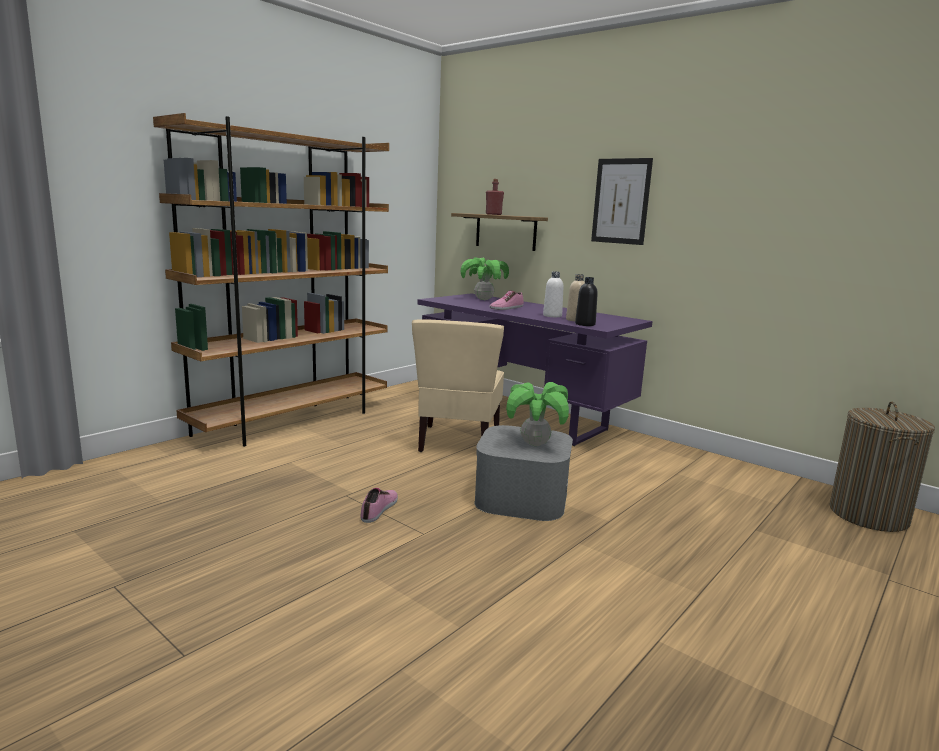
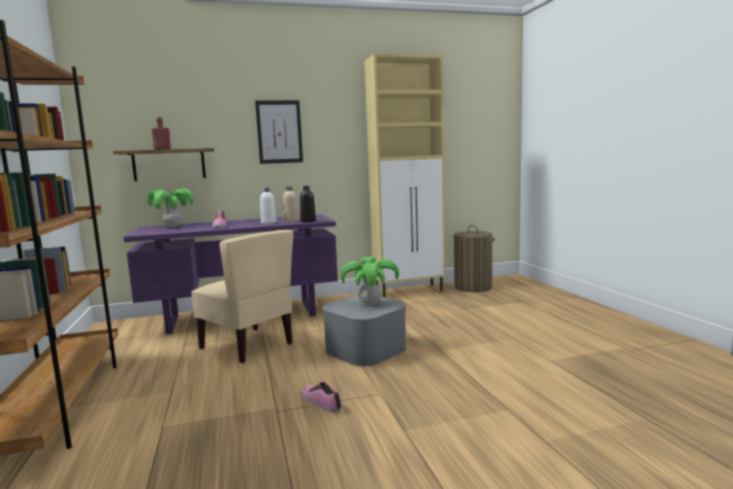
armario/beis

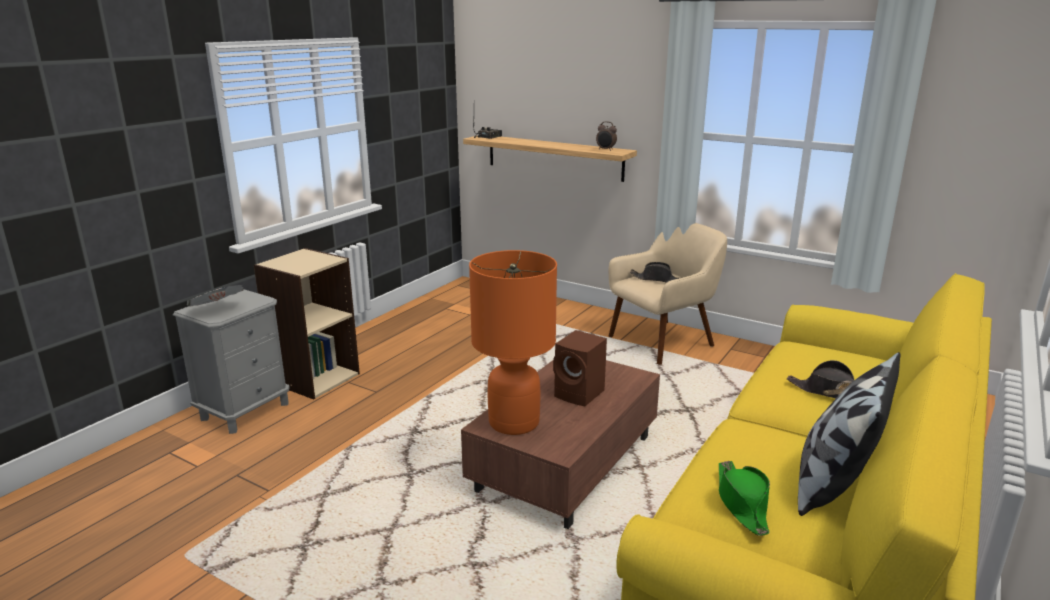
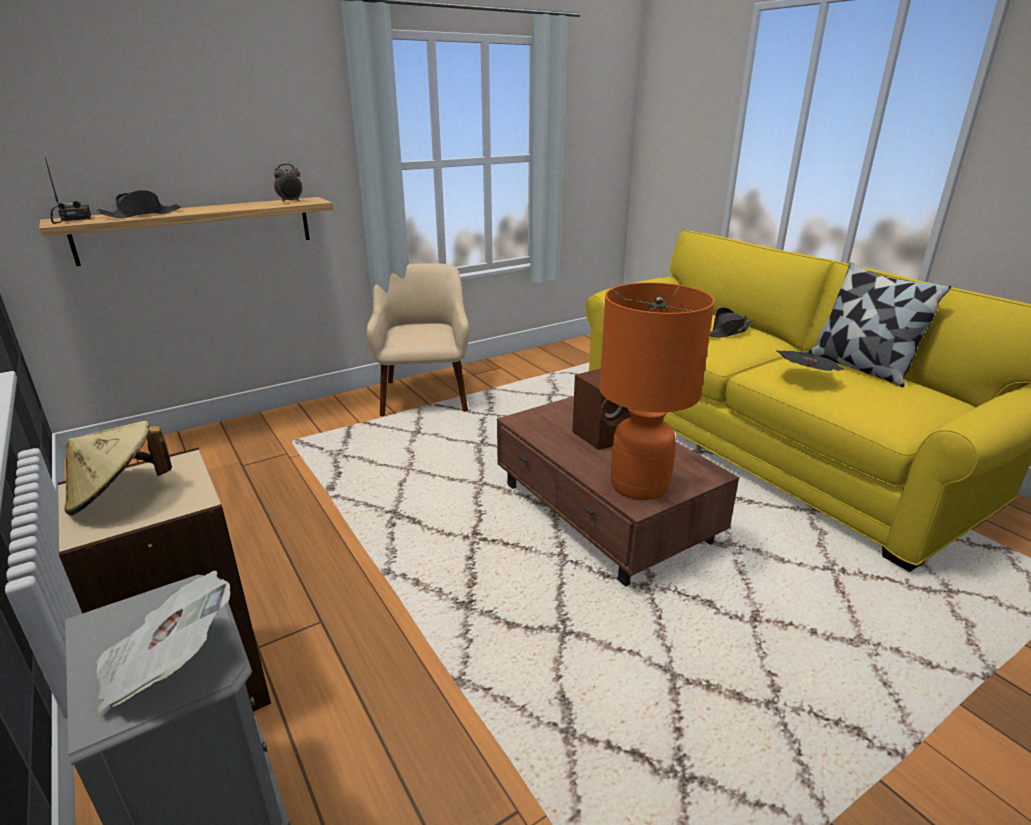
sombrero/beis
sombrero/negro (1st from left)
periódico (2nd from left)
sombrero/verde

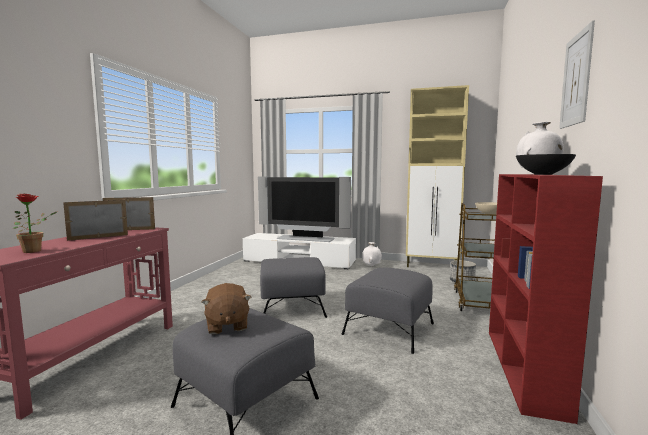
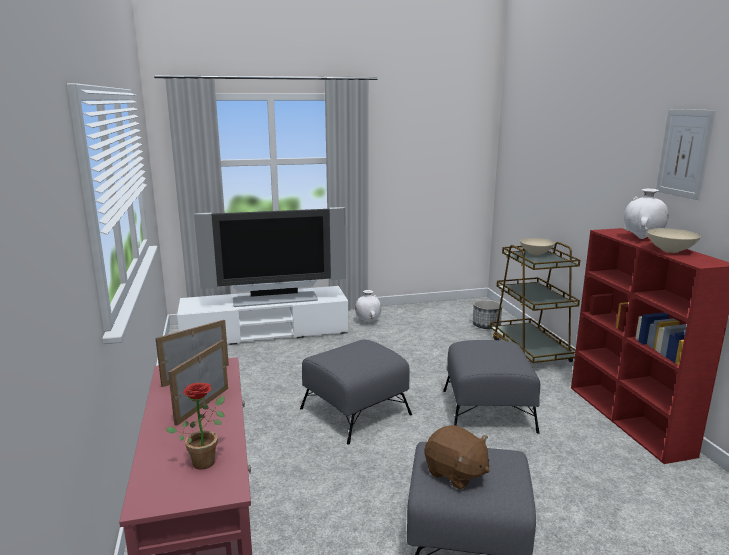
cuenco/beis (2nd from left)
armario/beis

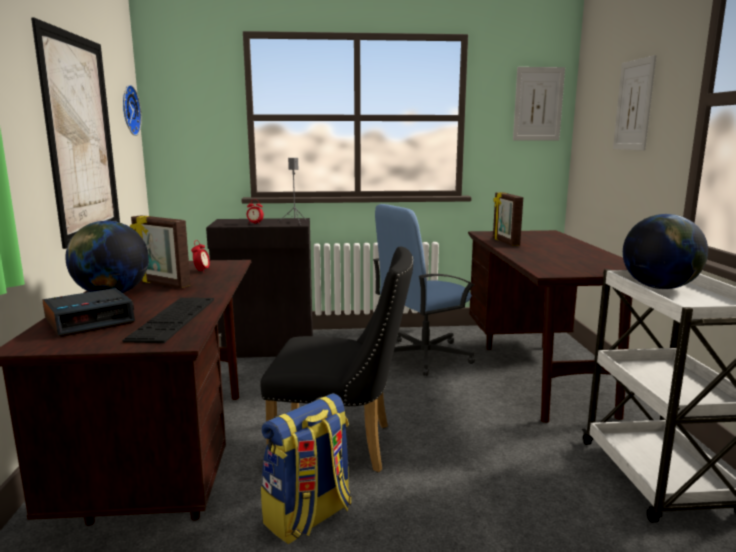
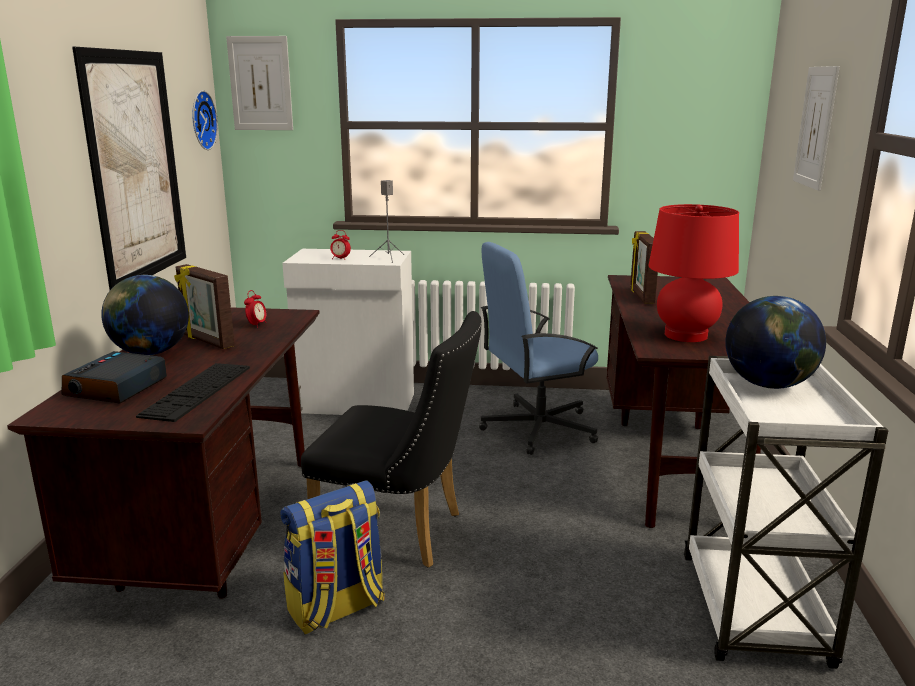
despertador (1st from left)
cuadro (2nd from left)
armario/blanco
lámpara de mesa/rojo

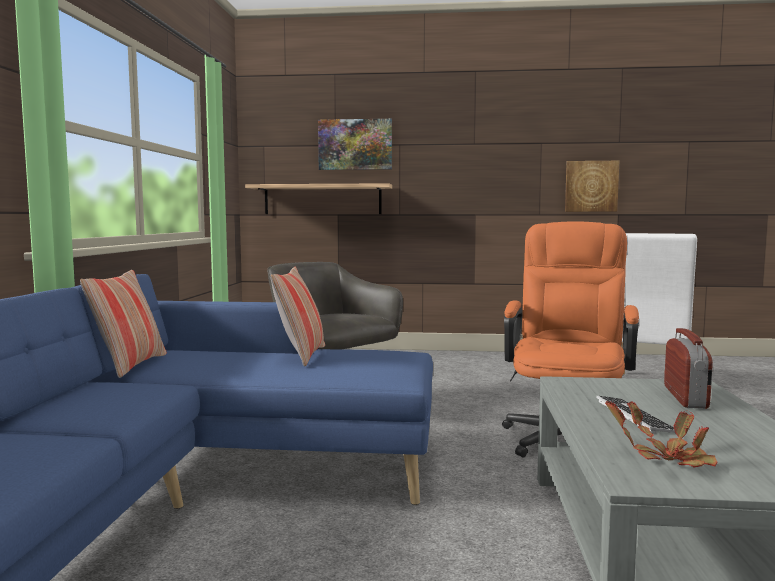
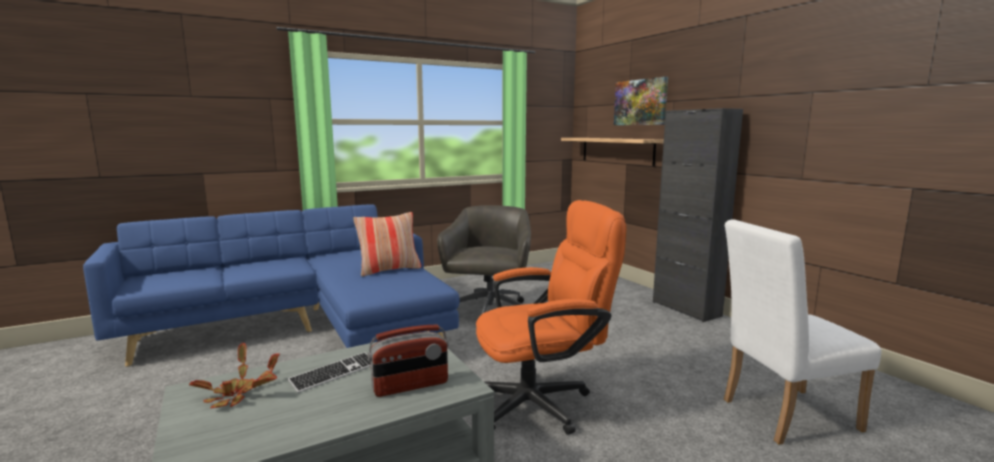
armario/negro
cojín (1st from left in the first image)
cuadro (2nd from left in the first image)

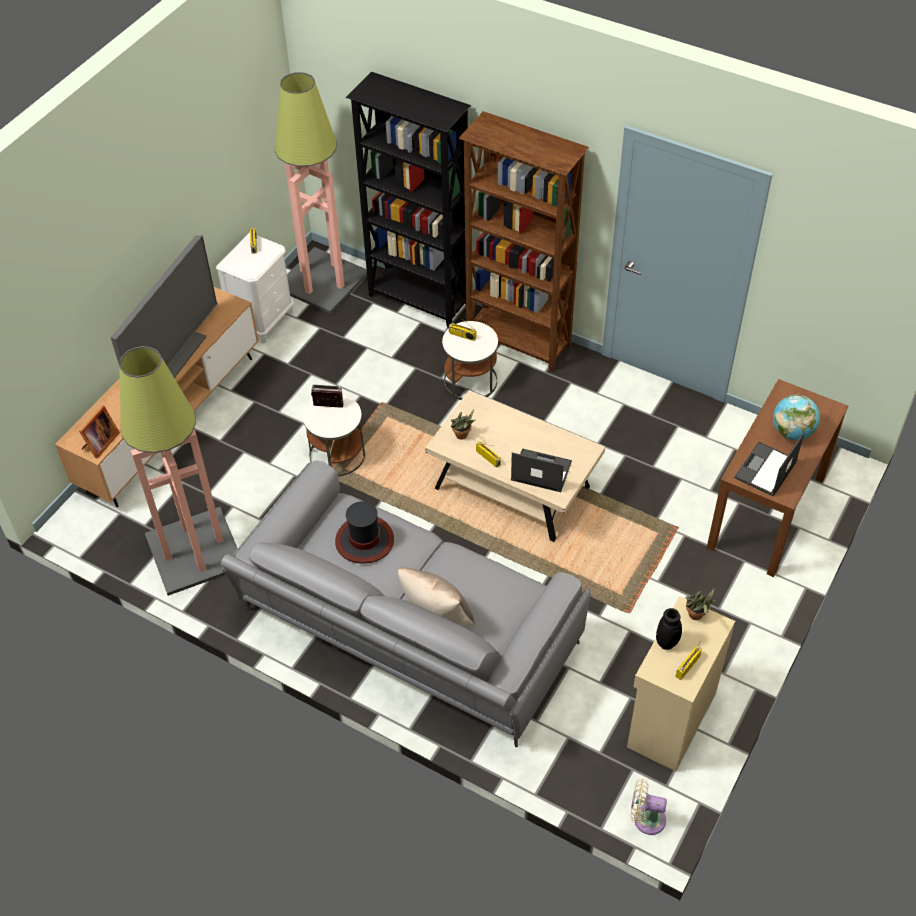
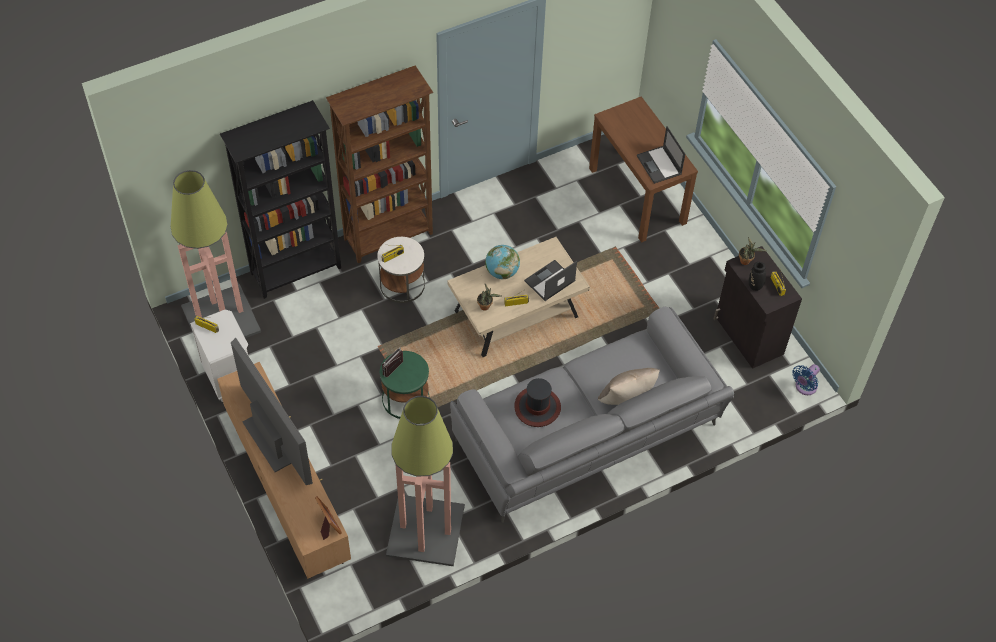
mesa auxiliar/verde
globo terráqueo
armario/negro
ventilador/azul

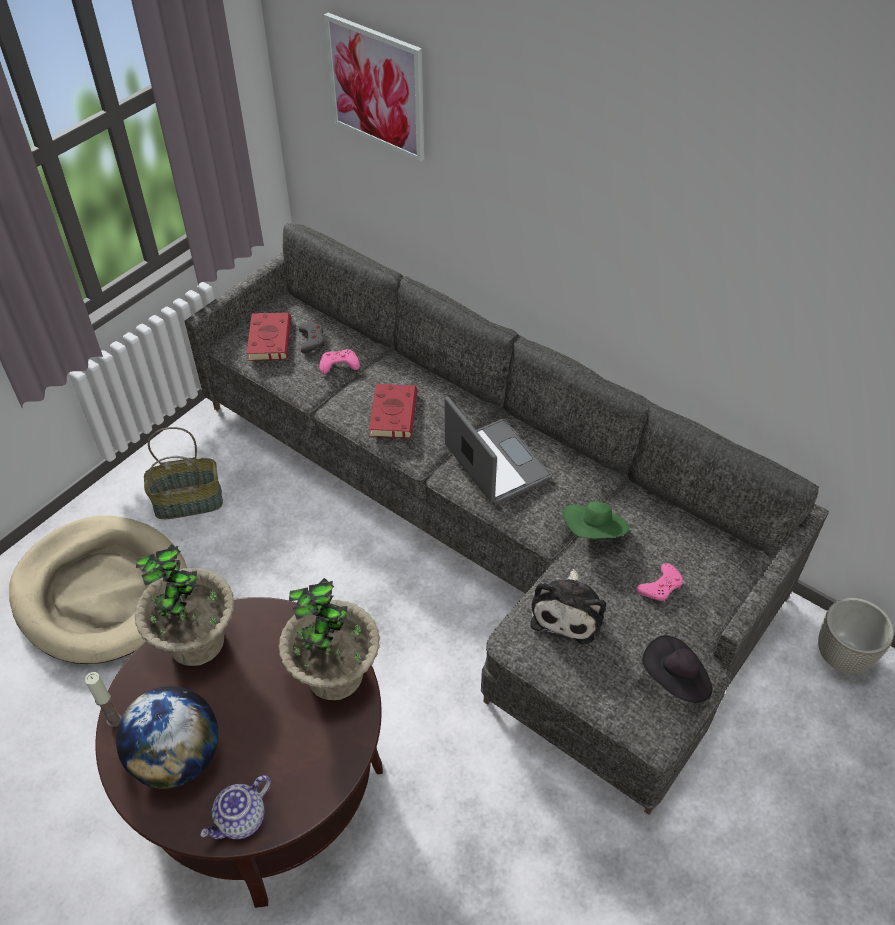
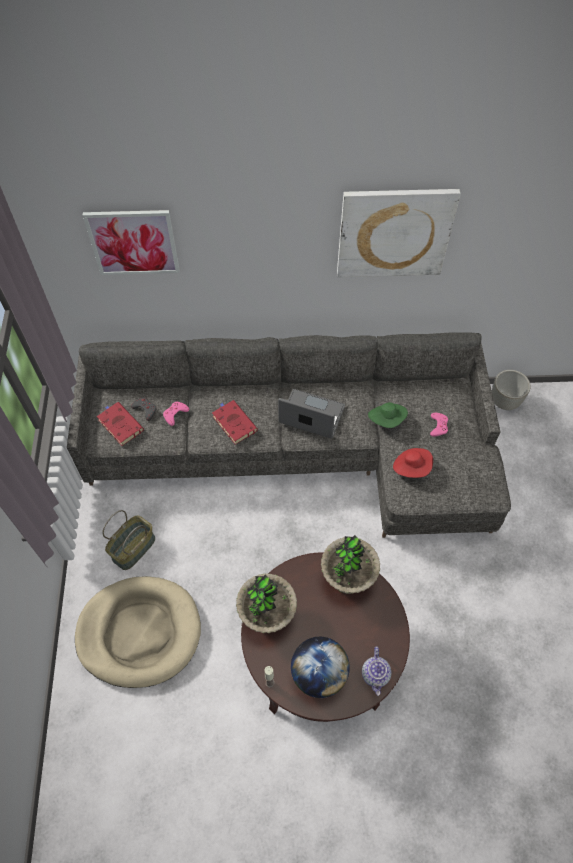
cuadro (2nd from left)
sombrero/rojo
sombrero/negro

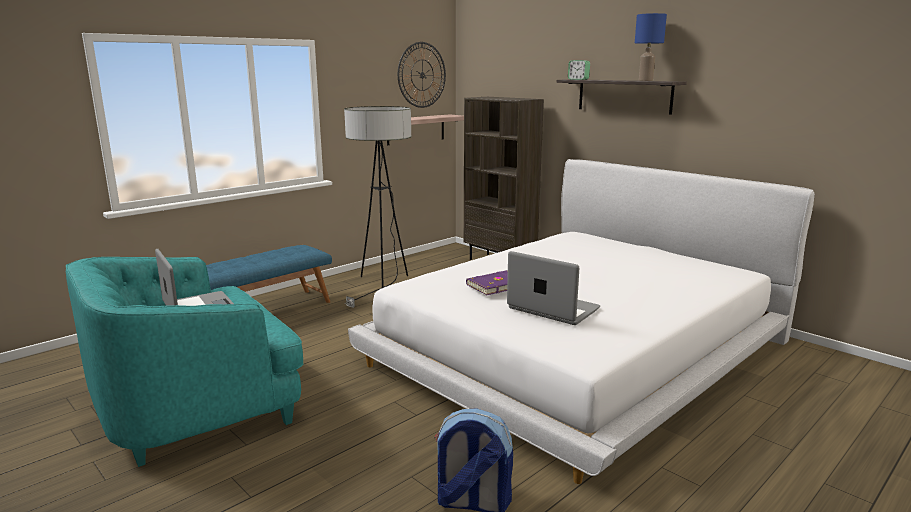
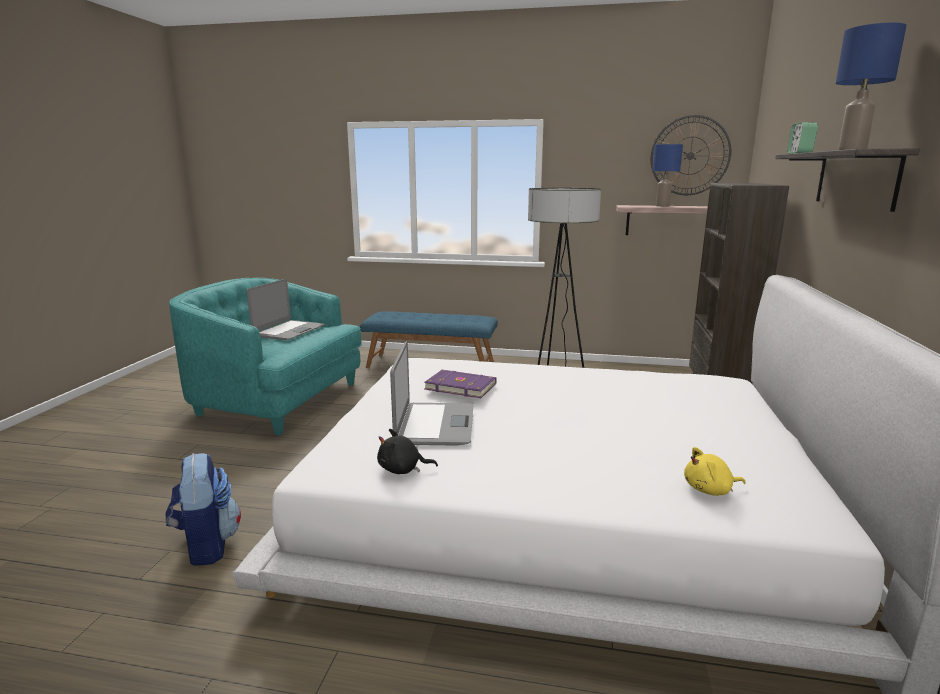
peluche/negro
lámpara de mesa/azul (1st from left)
peluche/amarillo

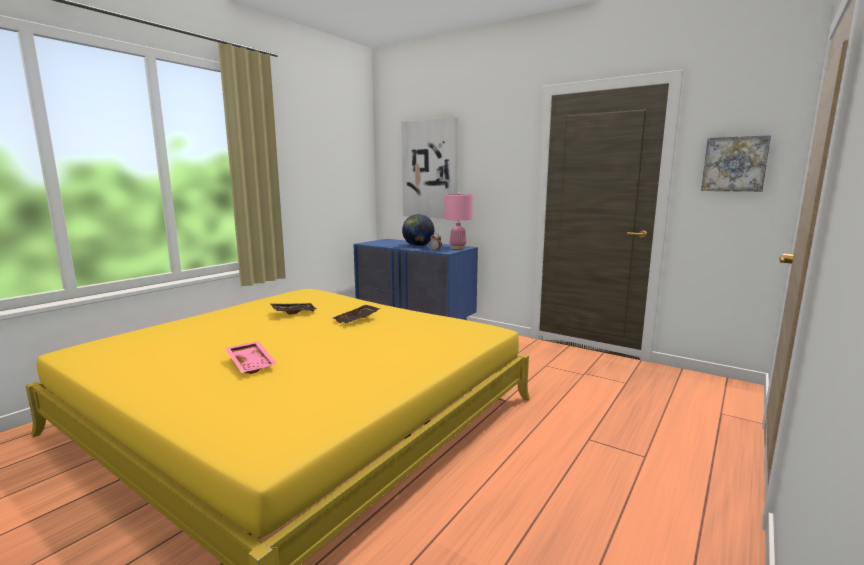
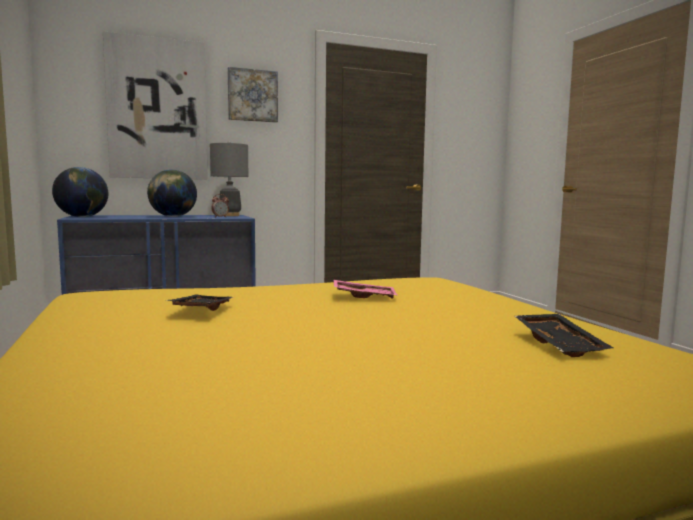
globo terráqueo (1st from left)
lámpara de mesa/gris
cuadro (2nd from left)
bandeja/rosa
bandeja/negro (2nd from left)

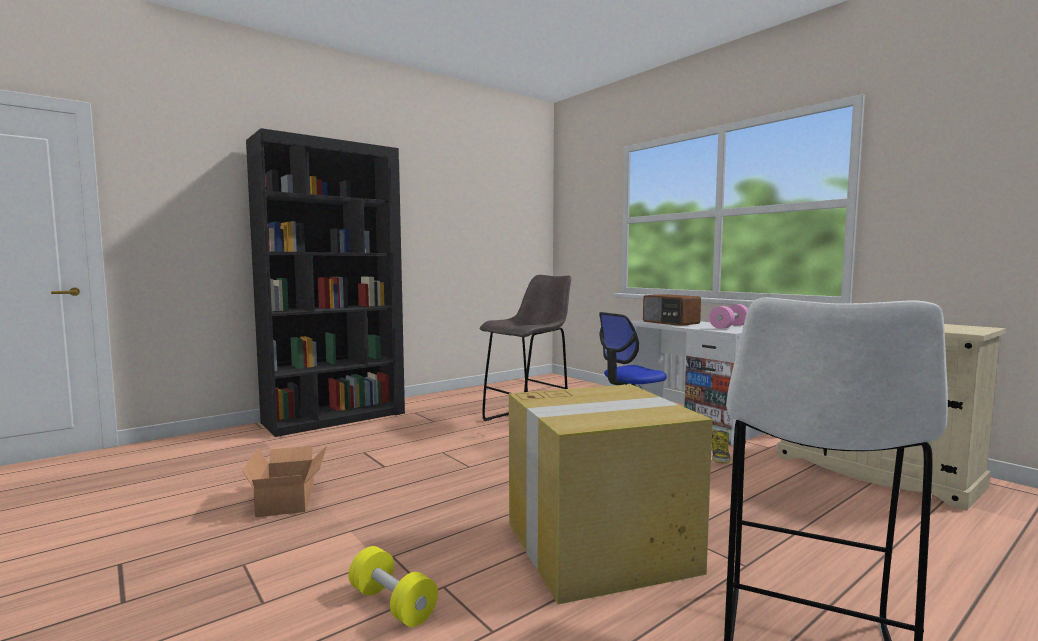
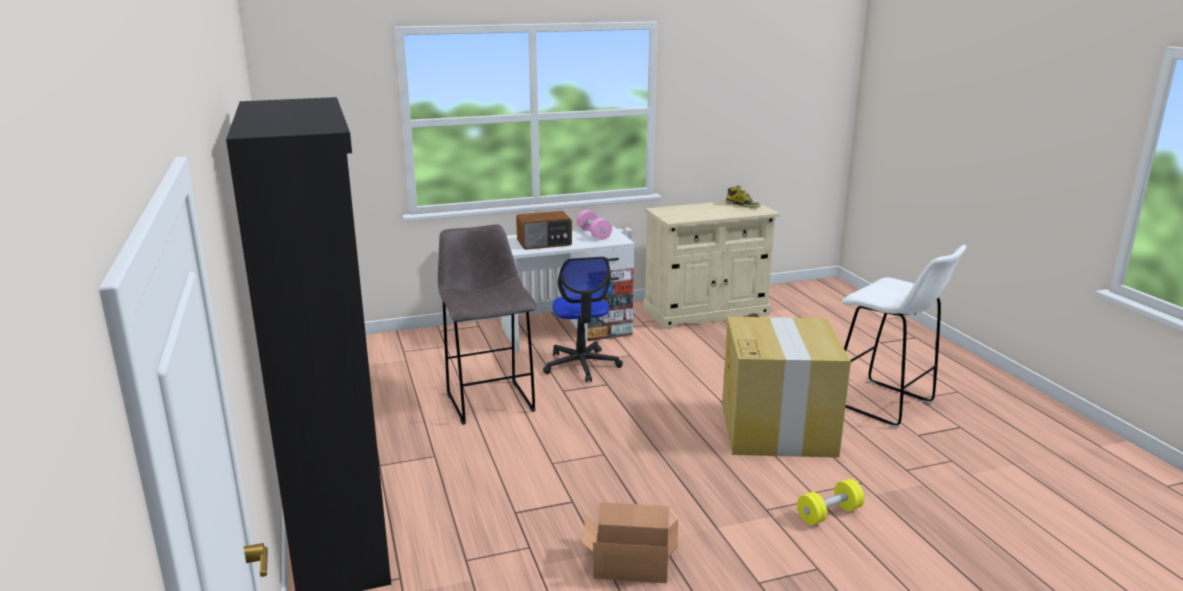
bota

